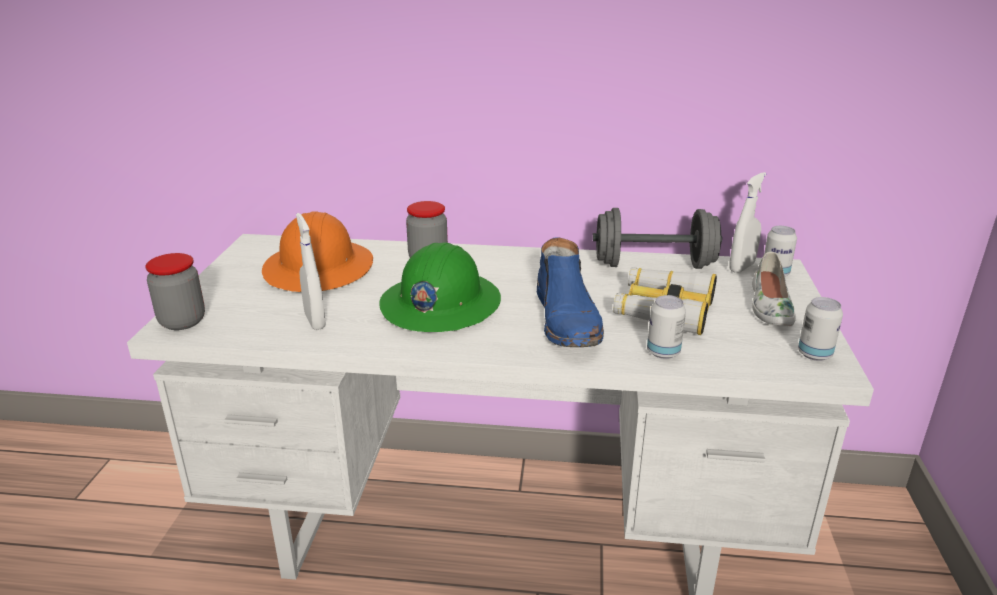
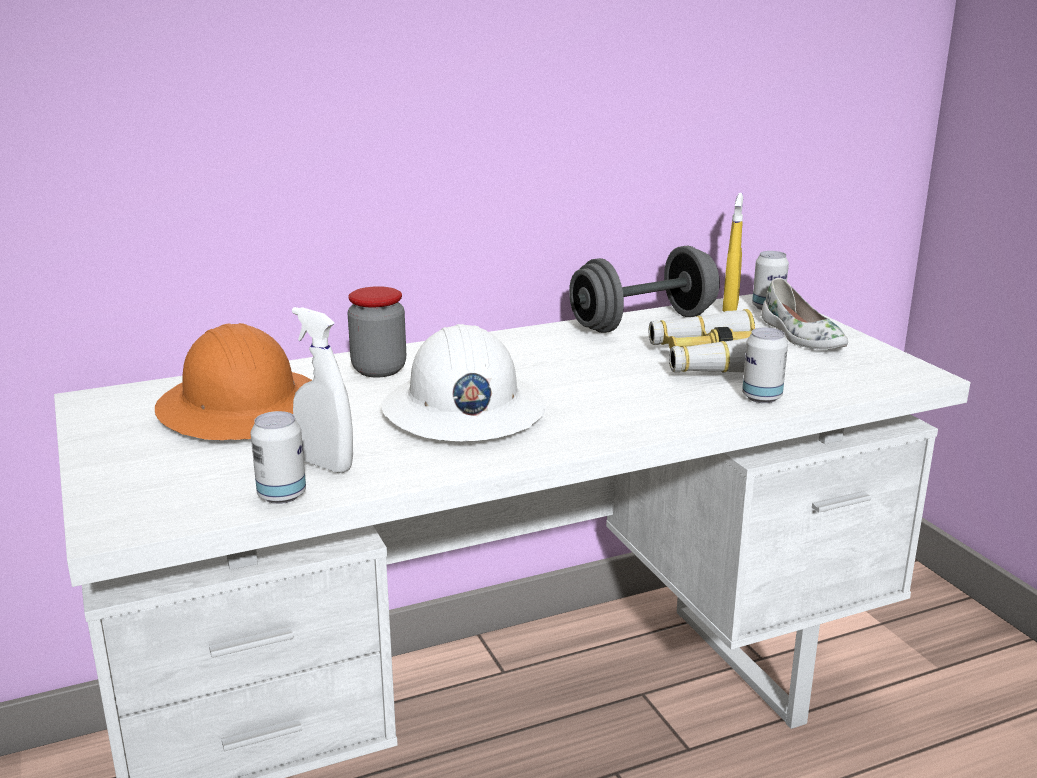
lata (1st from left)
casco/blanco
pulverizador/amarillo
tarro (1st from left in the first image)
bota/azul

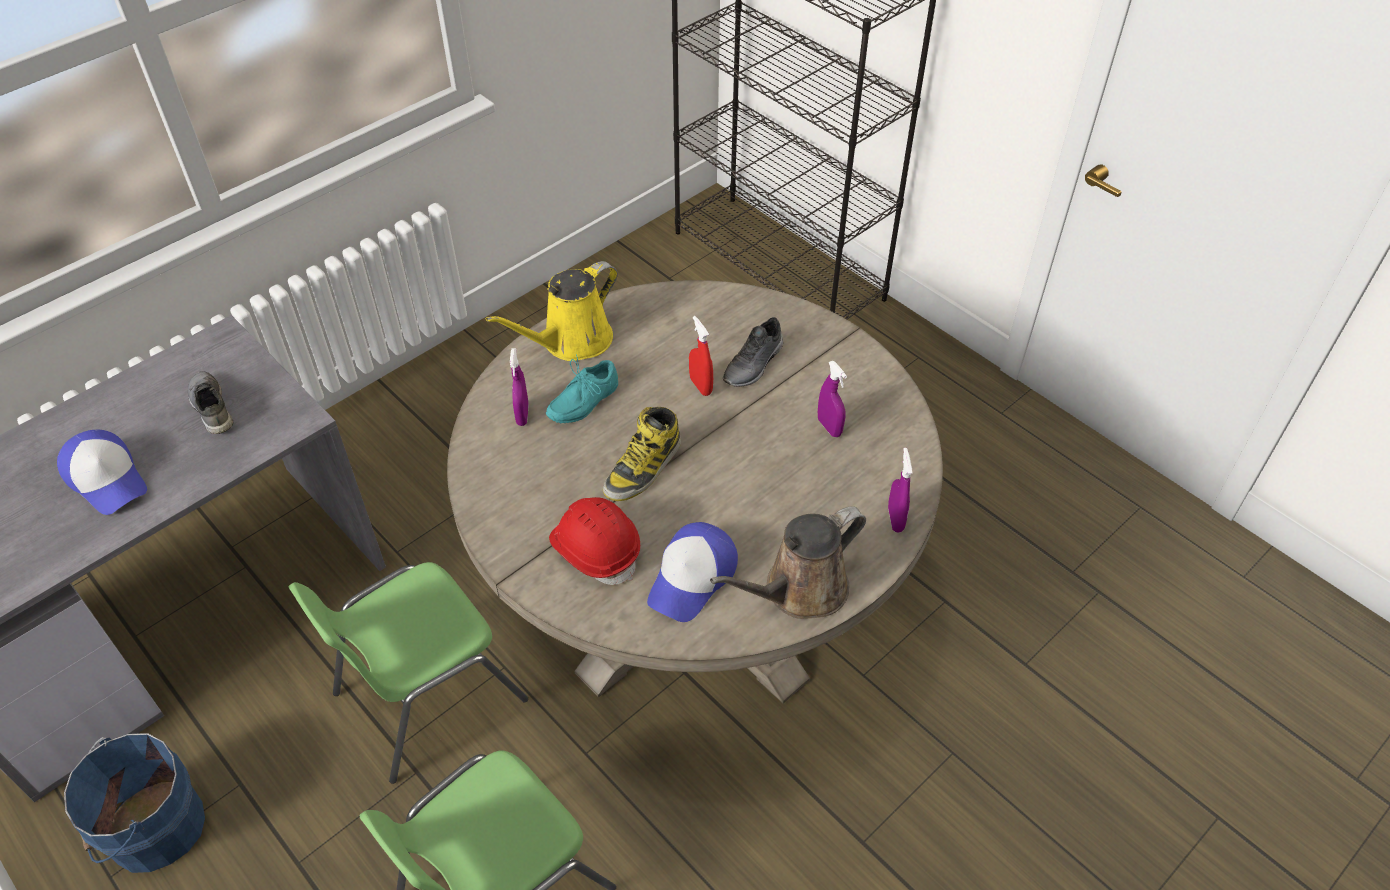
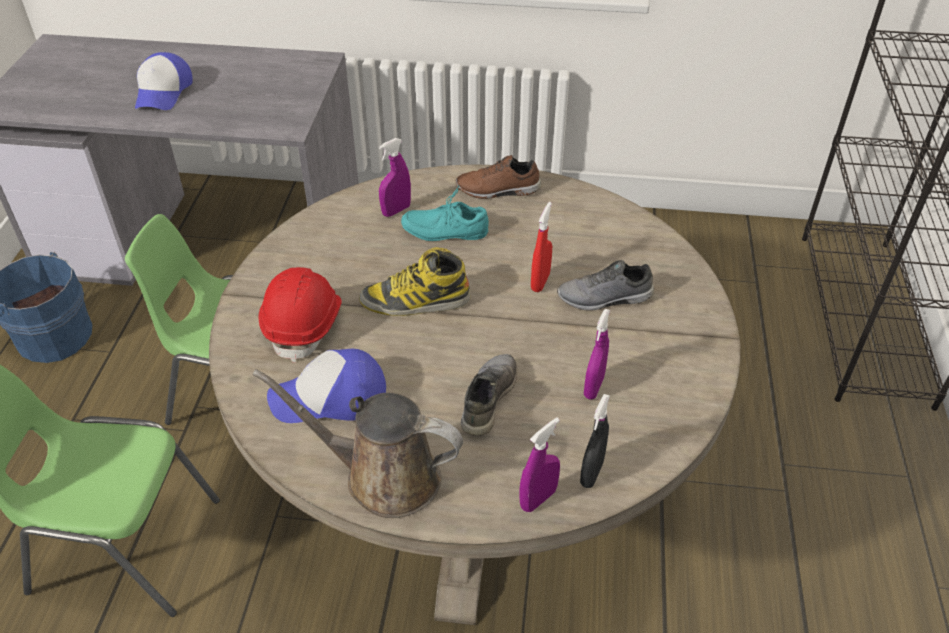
zapato/marrón
zapato/gris (1st from left)
pulverizador/negro

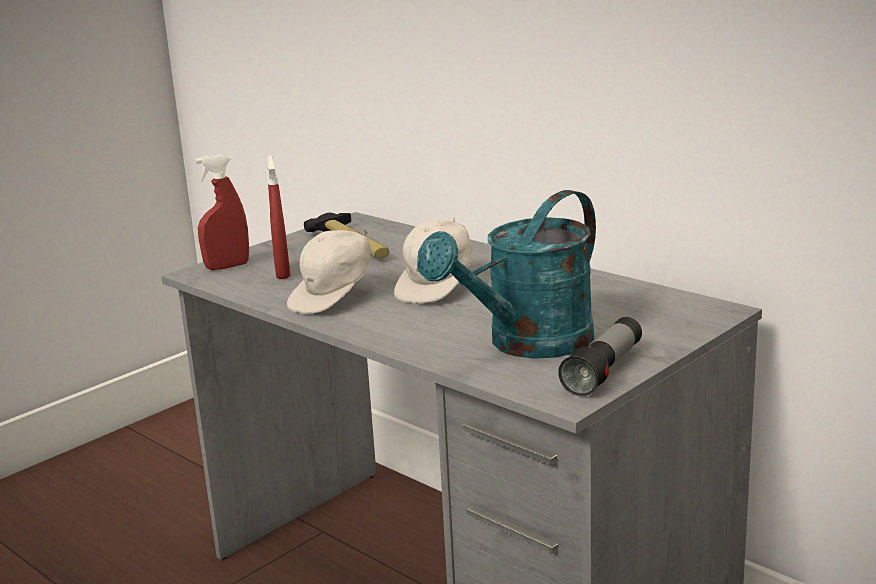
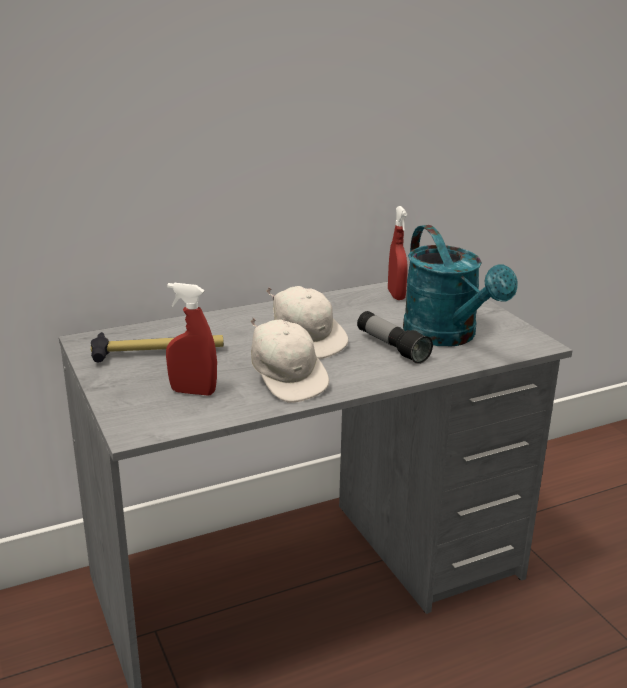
linterna
pulverizador/rojo (2nd from left)

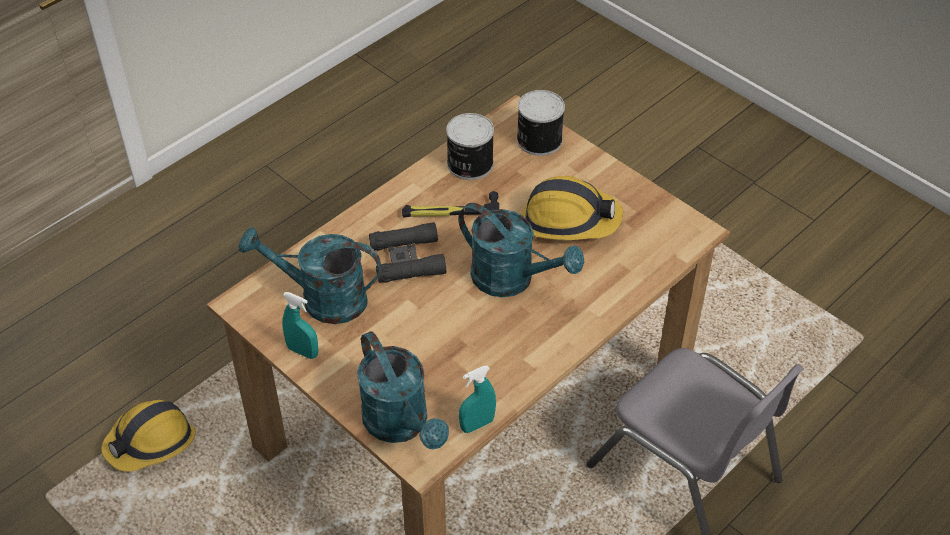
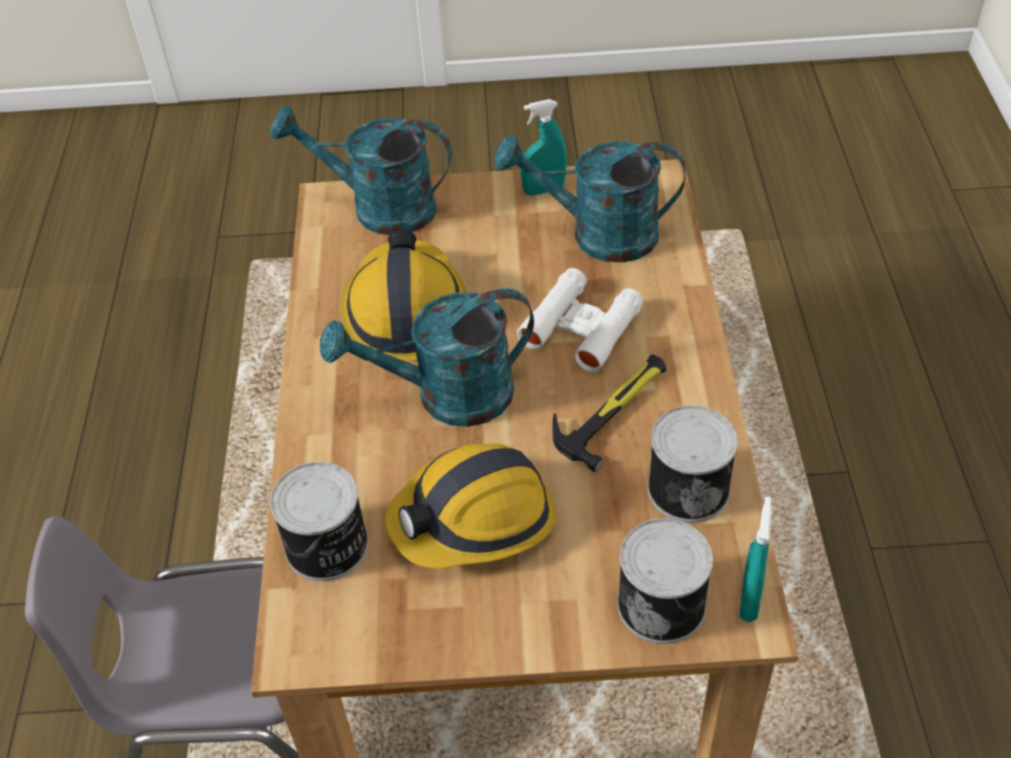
lata (1st from left)
casco (1st from left)
regadera/turquesa (3rd from left)
prismáticos/blanco
pulverizador/turquesa (2nd from left)

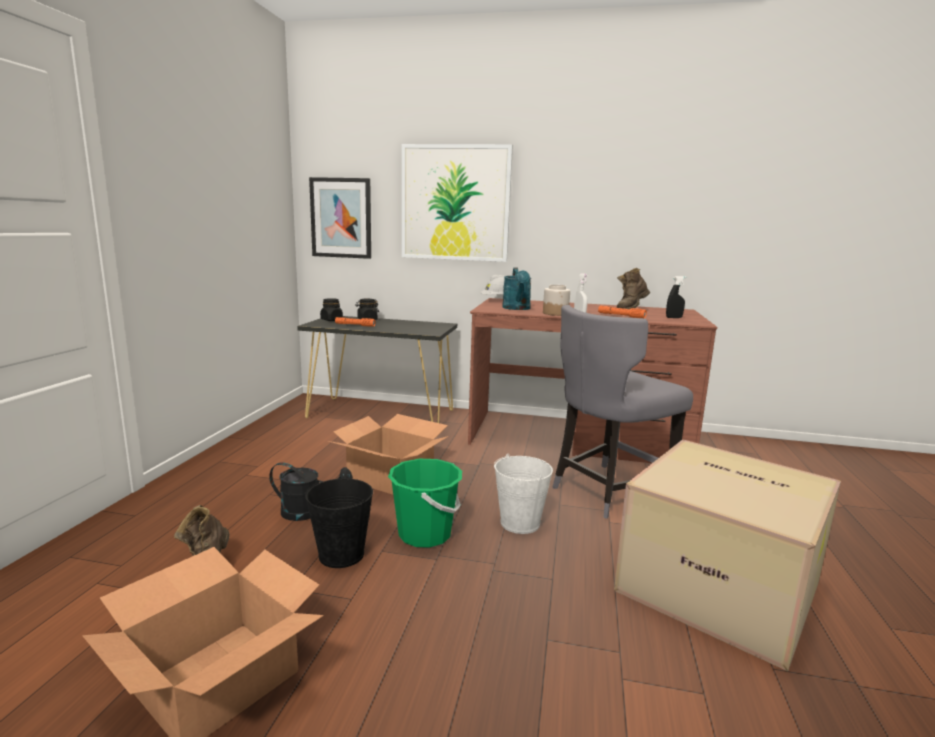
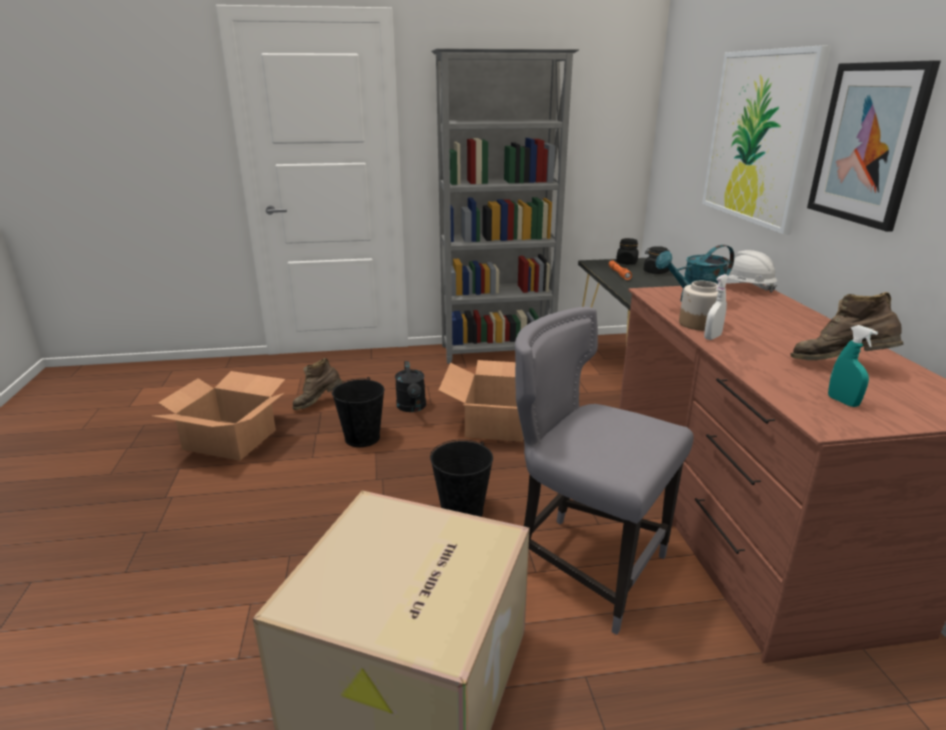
cubo/negro (2nd from left)
estantería/gris
cuadro (2nd from left)
pulverizador/turquesa
cubo/verde
linterna/naranja (2nd from left in the first image)

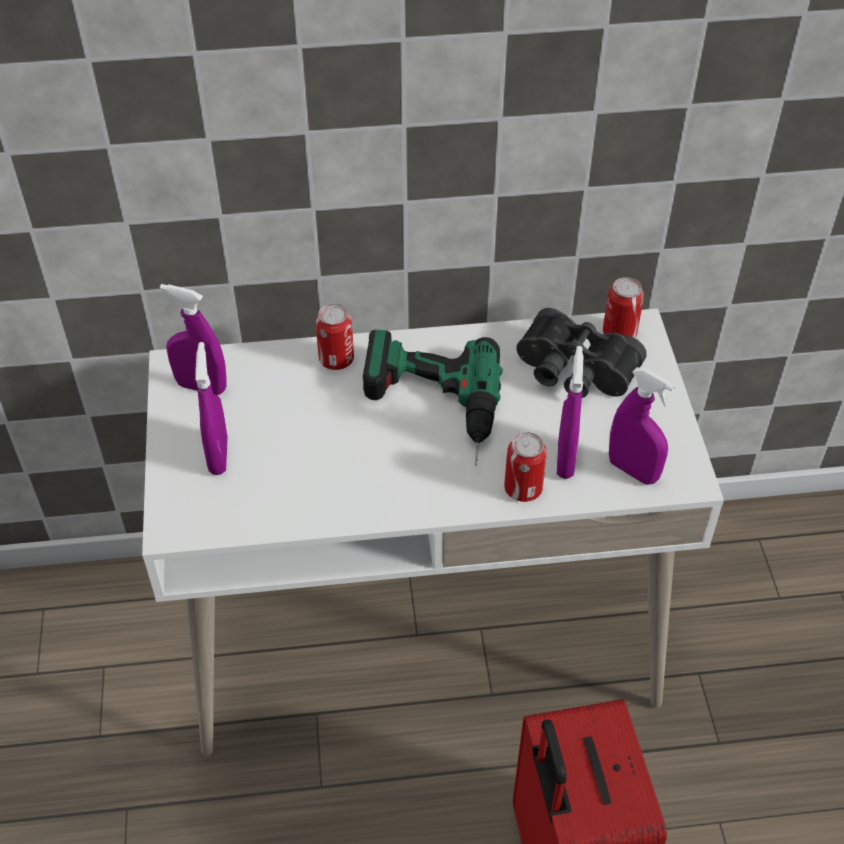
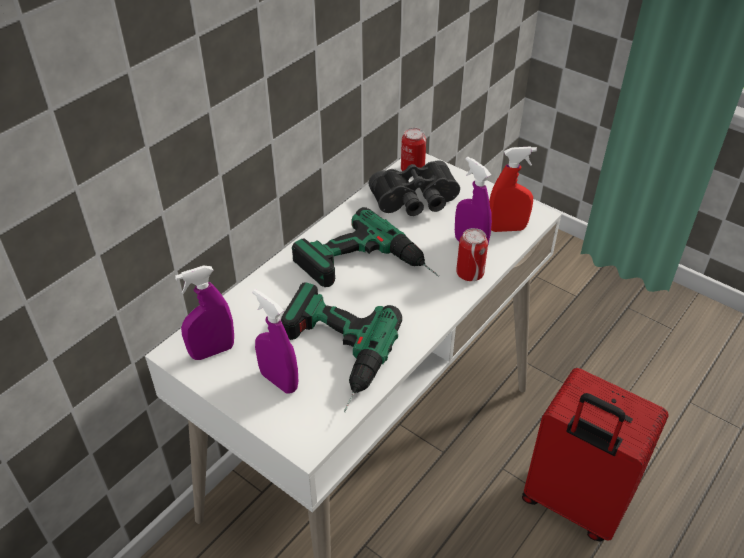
taladro (1st from left)
pulverizador/rojo
lata (1st from left in the first image)

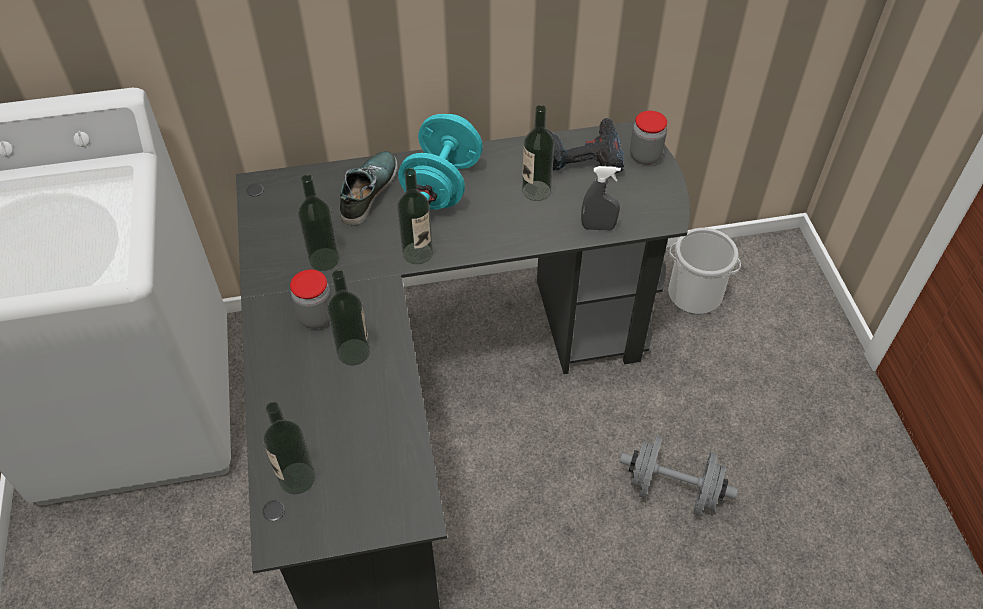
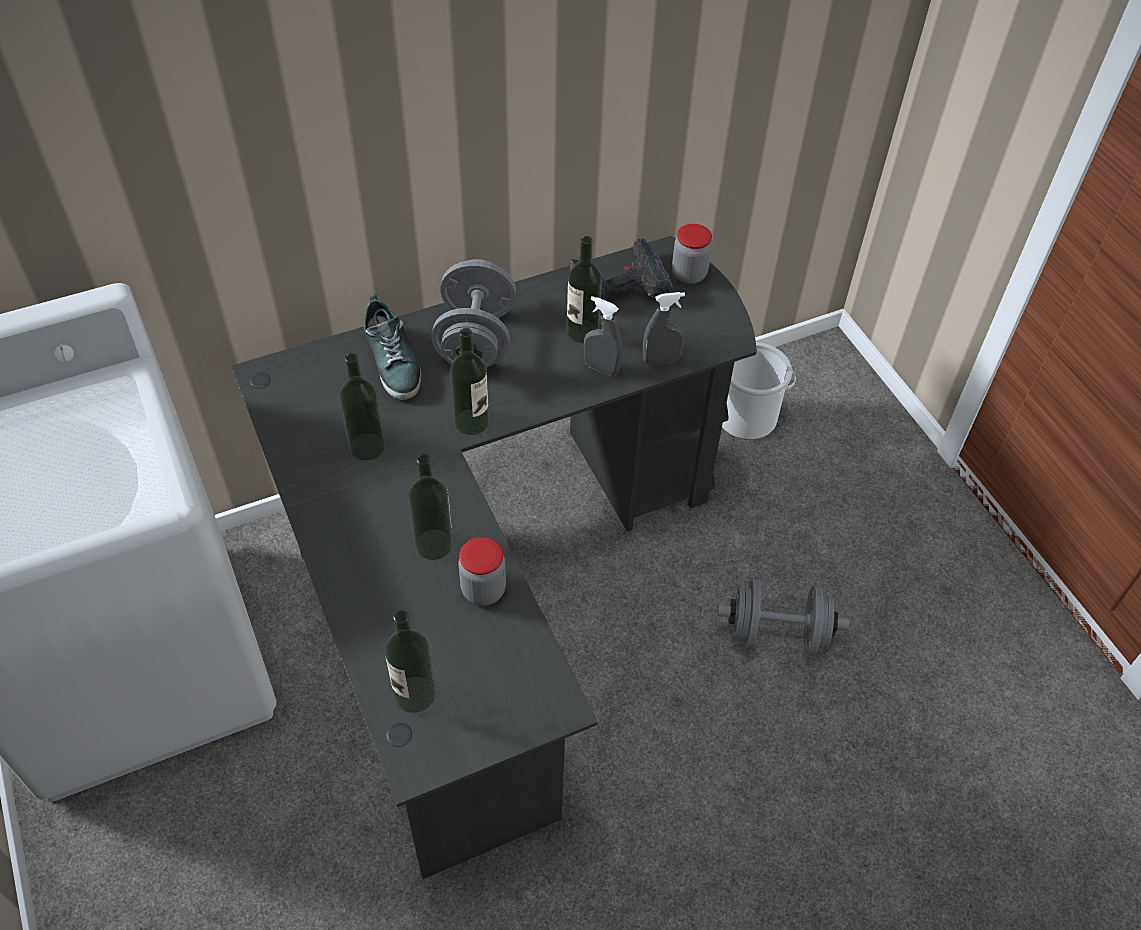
zapato
mancuerna/gris (1st from left)
tarro (1st from left)
pulverizador/gris (1st from left)

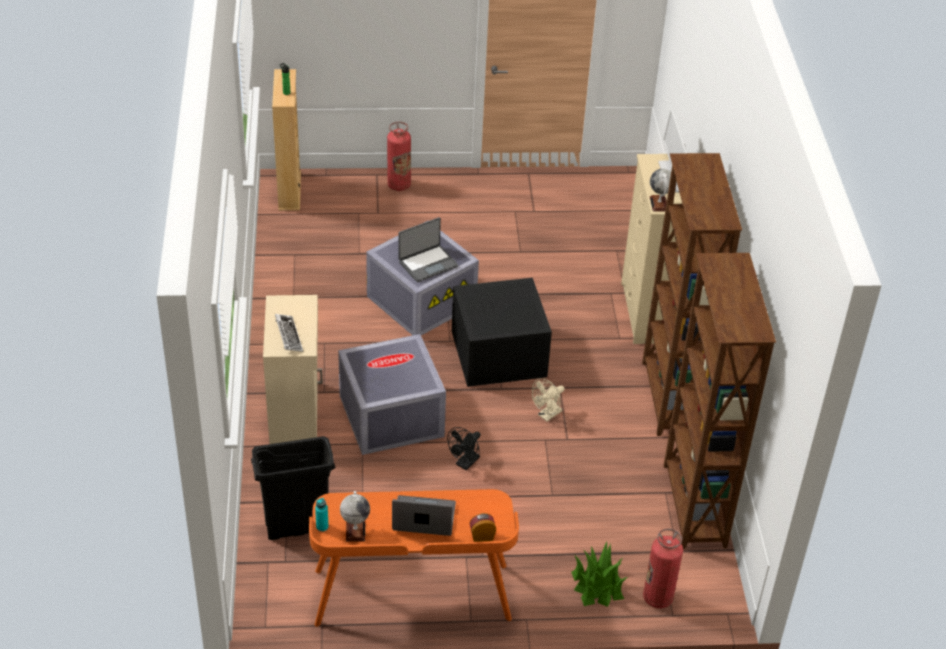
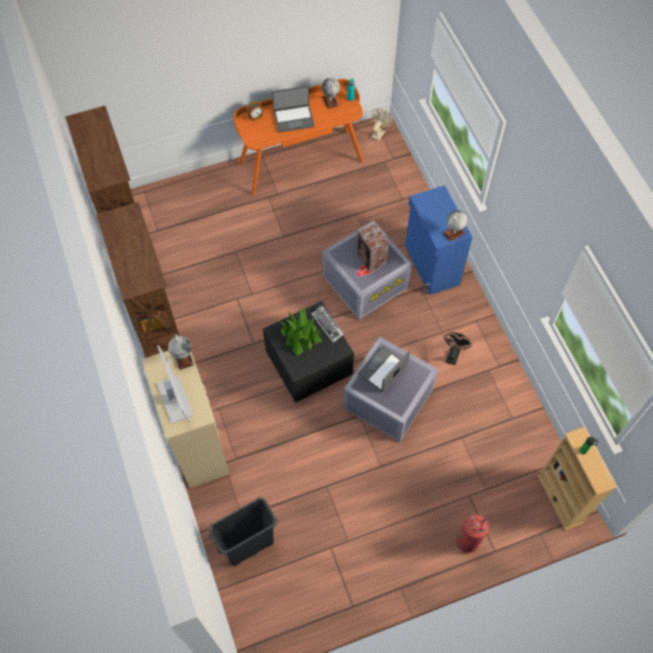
papelera/negro
planta en maceta
teclado
altavoz
ventilador/beis
armario/azul
globo terráqueo (3rd from left)
ventilador/negro
extintor (2nd from left in the first image)

